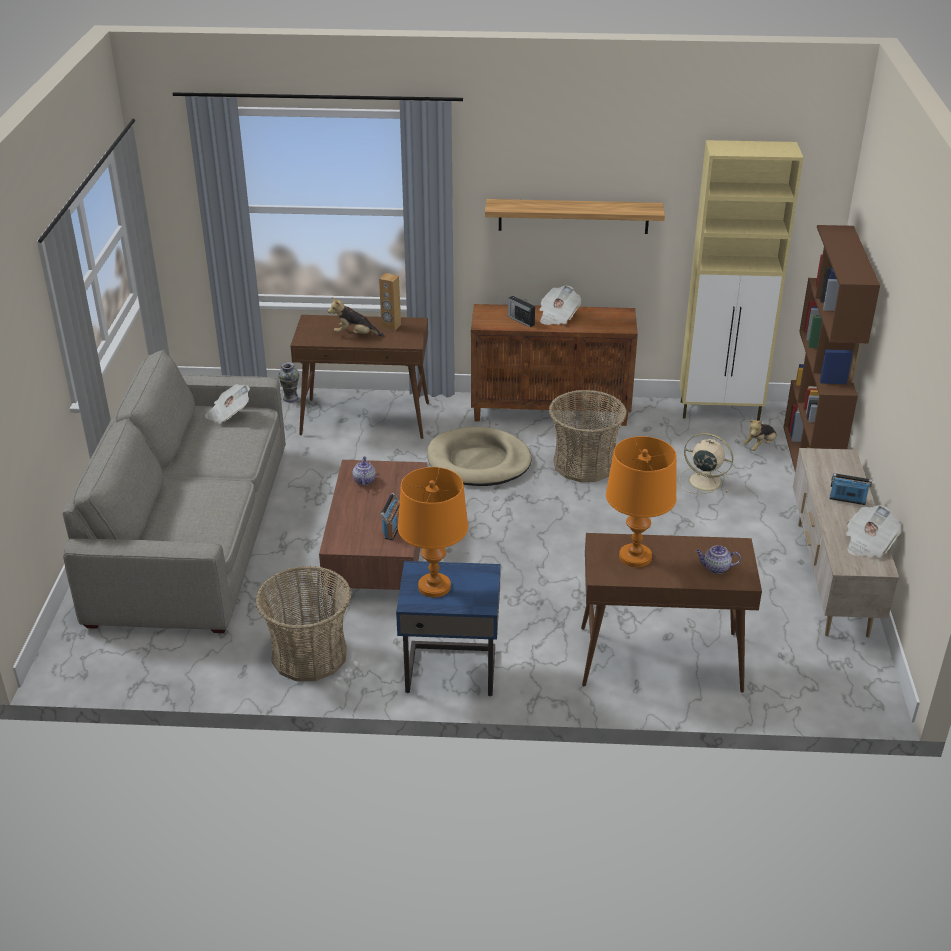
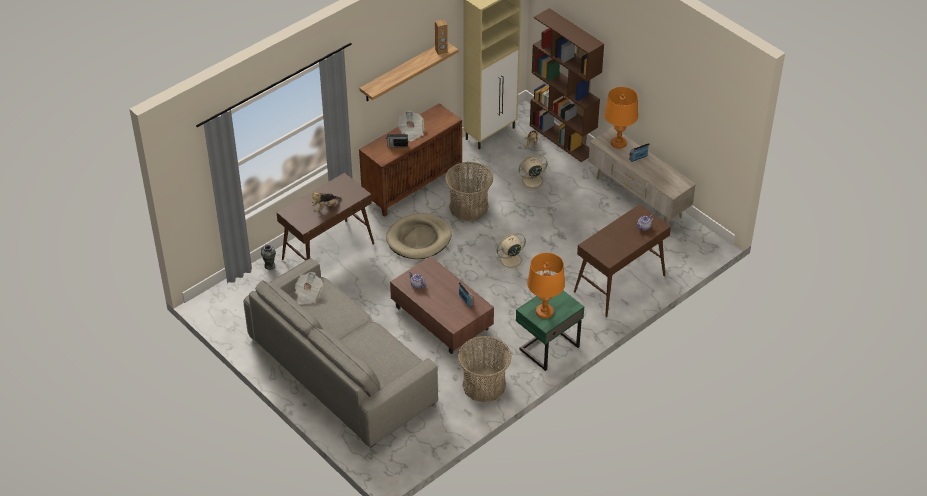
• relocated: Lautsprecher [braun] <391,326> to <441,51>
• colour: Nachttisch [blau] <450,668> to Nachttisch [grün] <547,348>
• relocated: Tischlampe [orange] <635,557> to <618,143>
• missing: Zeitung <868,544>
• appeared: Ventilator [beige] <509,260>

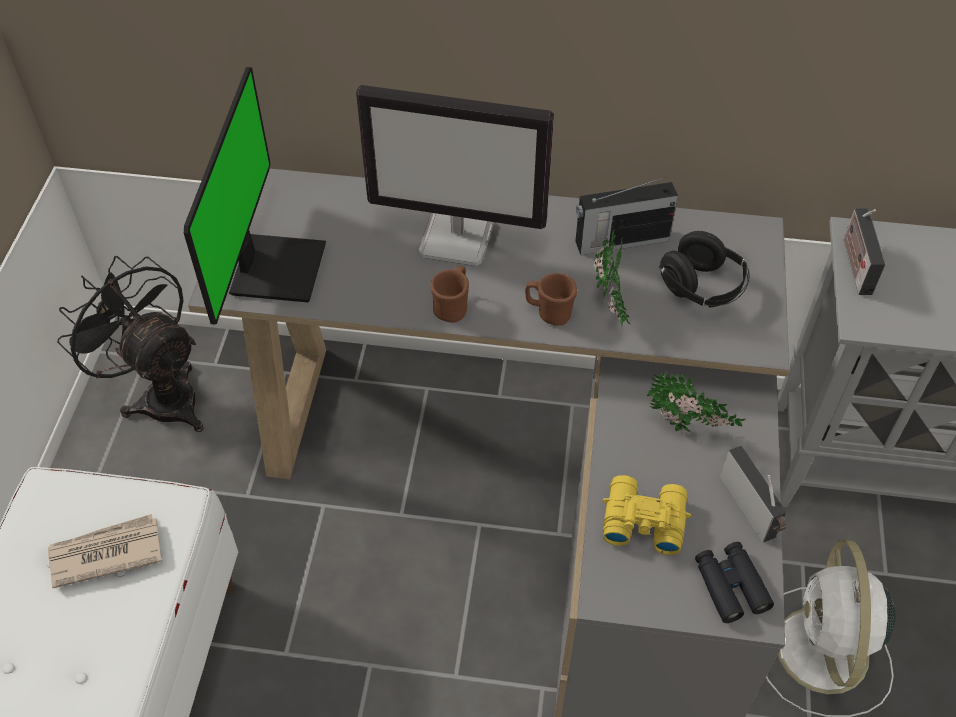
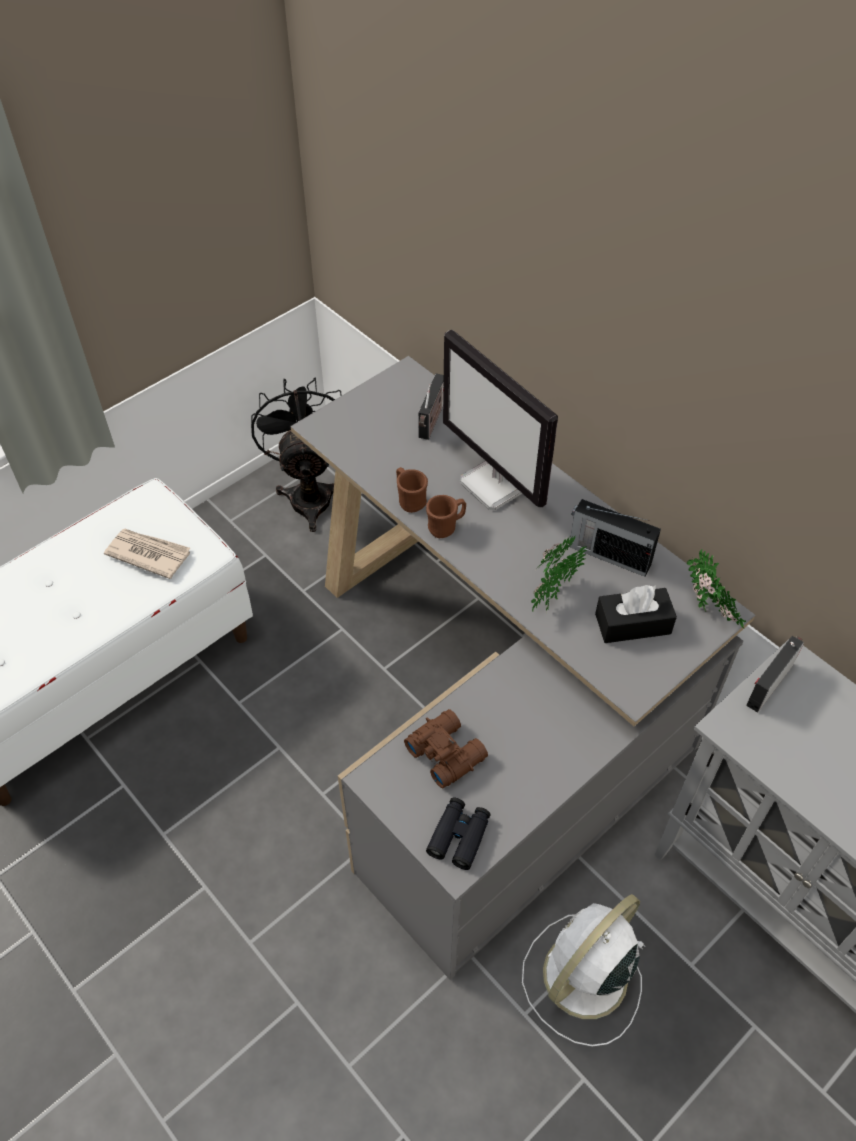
• missing: Monitor <273,268>
• relocated: Henkelbecher [braun] <549,313> to <409,500>
• colour: Fernglas [gelb] <642,519> to Fernglas [braun] <446,751>
• relocated: Topfpflanze <688,429> to <708,612>
• exchanged: Kopfhörer [schwarz] <702,288> to Taschentuchbox [schwarz] <633,624>
• relocated: Radio <750,509> to <432,421>

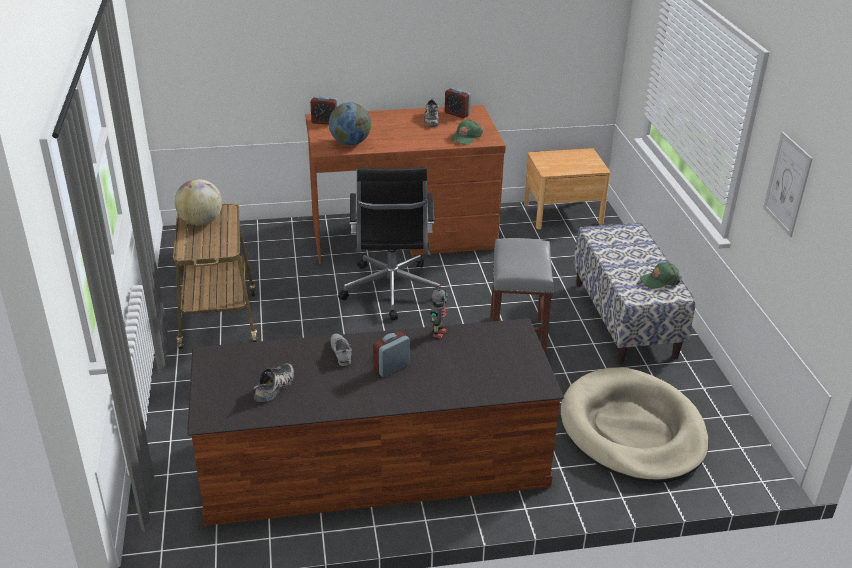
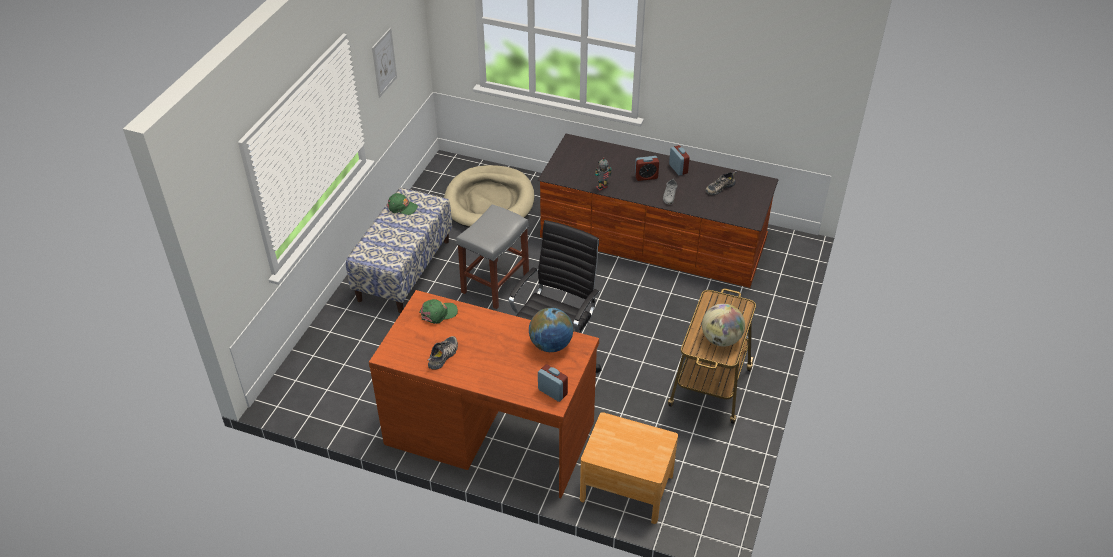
• relocated: Wecker <457,114> to <678,169>
• relocated: Nachttisch [braun] <562,213> to <626,487>

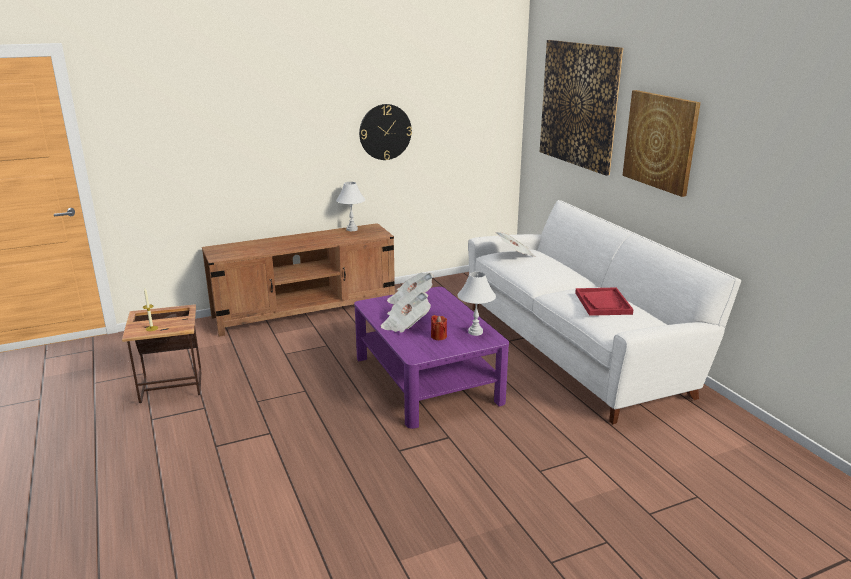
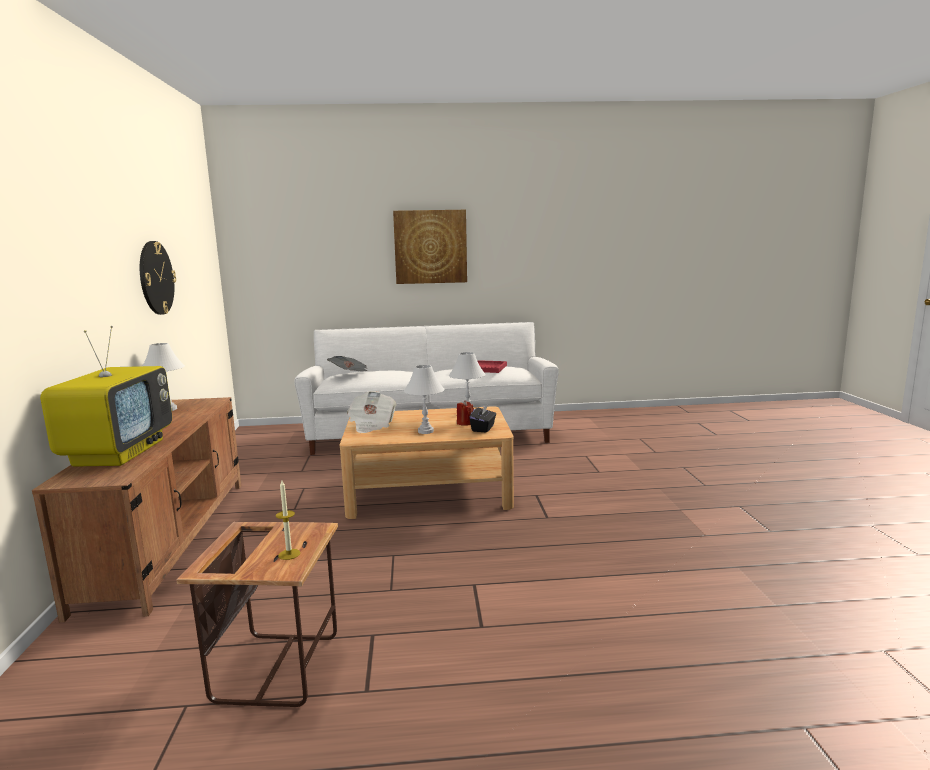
• colour: Couchtisch [lila] <427,379> to Couchtisch [beige] <429,490>
• exchanged: Zeitung <405,324> to Tischlampe [weiß] <425,431>
• missing: Bild <579,105>
• appeared: Fernseher <119,452>
• appeared: Taschentuchbox [schwarz] <483,428>

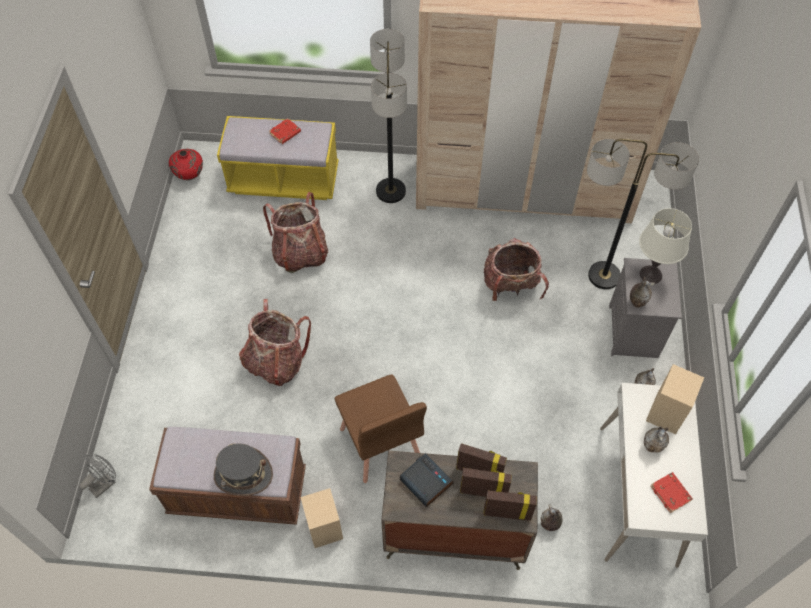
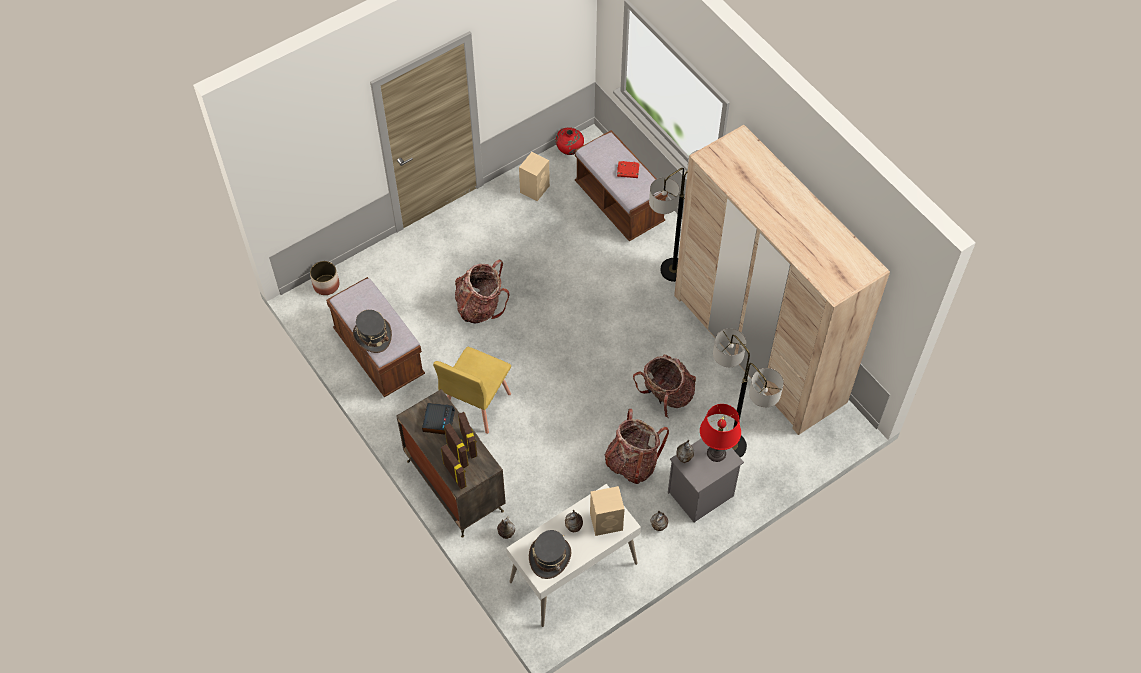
• exchanged: Ventilator [grau] <105,483> to Pflanzkübel <326,285>
• colour: Bank [gelb] <284,180> to Bank [braun] <619,204>
• relocated: Rucksack <300,253> to <632,462>
• relocated: Lautsprecher [beige] <324,527> to <535,188>
• colour: Stuhl [braun] <380,444> to Stuhl [gelb] <476,404>
• colour: Tischlampe [weiß] <650,274> to Tischlampe [rot] <716,453>
• exchanged: Buch [rot] <671,493> to Hut [grau] <550,557>

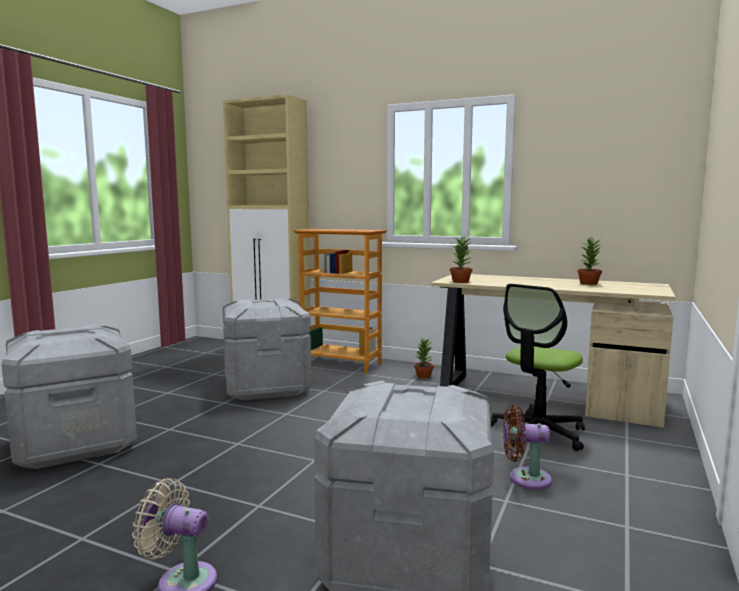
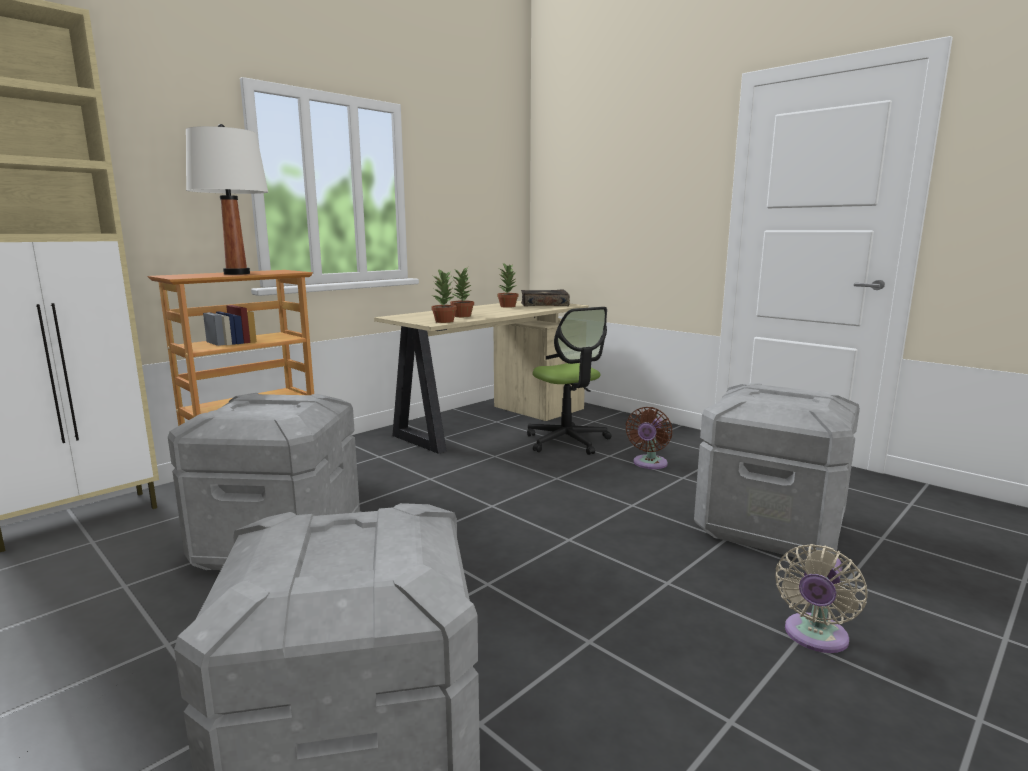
• relocated: Topfpflanze <423,376> to <463,316>
• appeared: Tischlampe [weiß] <237,273>
• appeared: Buch <544,305>

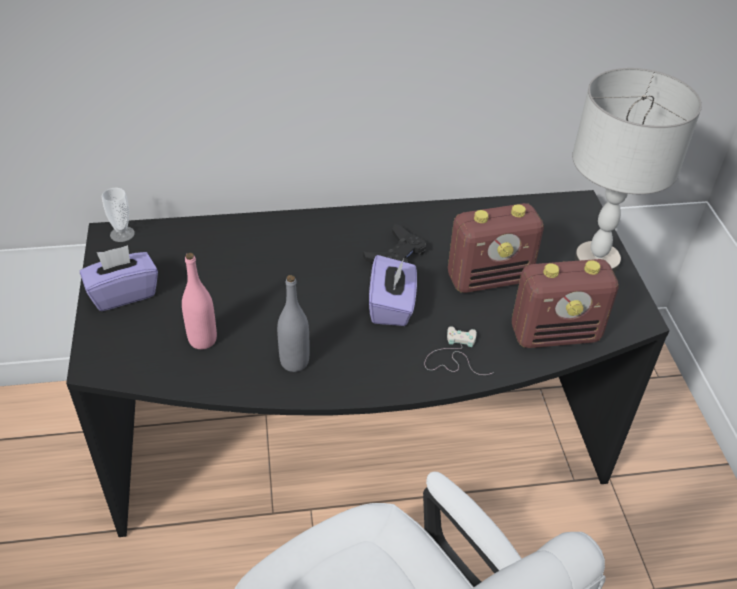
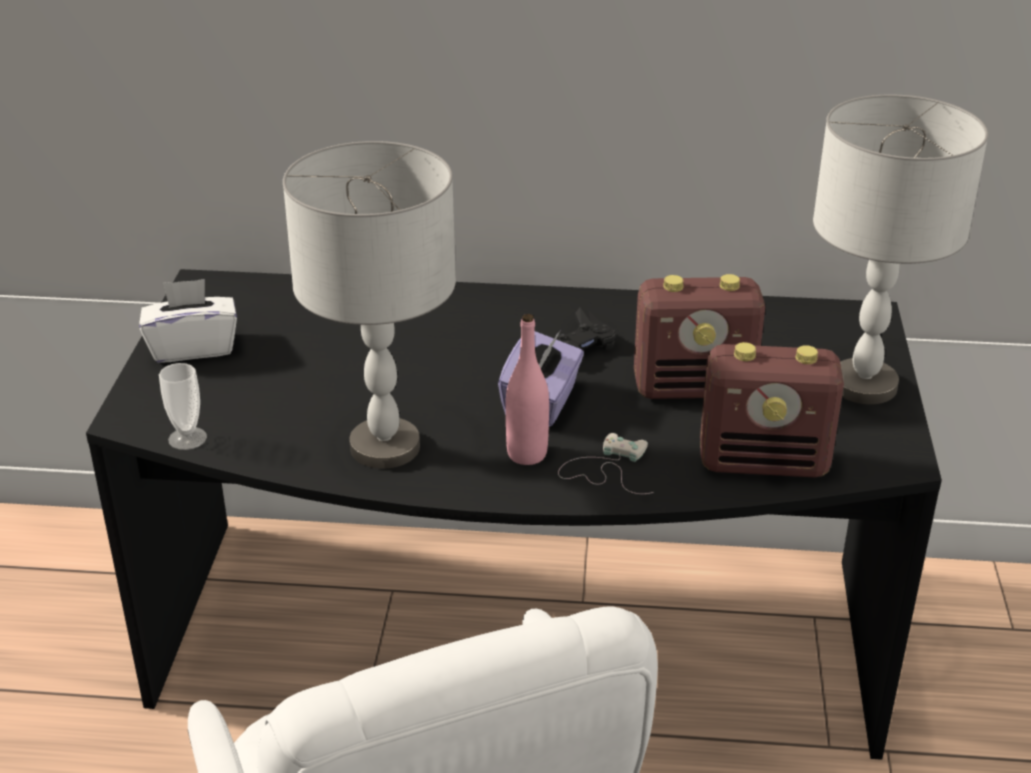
• colour: Taschentuchbox [lila] <123,293> to Taschentuchbox [weiß] <193,347>
• relocated: Tasse <122,234> to <187,438>
• relocated: Flasche [rosa] <202,340> to <527,454>
• exchanged: Flasche [grau] <294,362> to Tischlampe [grau] <383,447>

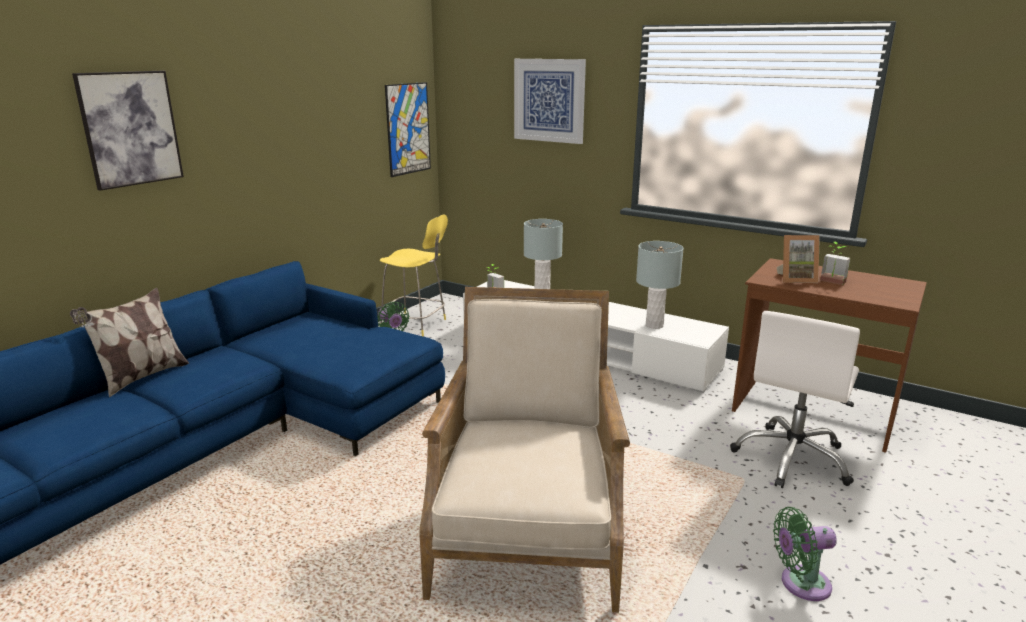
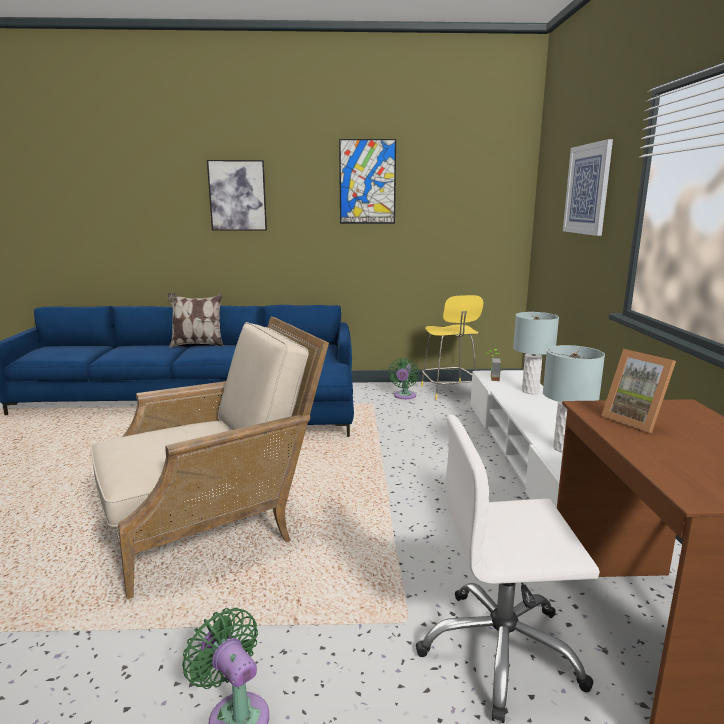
• relocated: Bild <408,129> to <367,182>
• missing: Topfpflanze <831,282>

